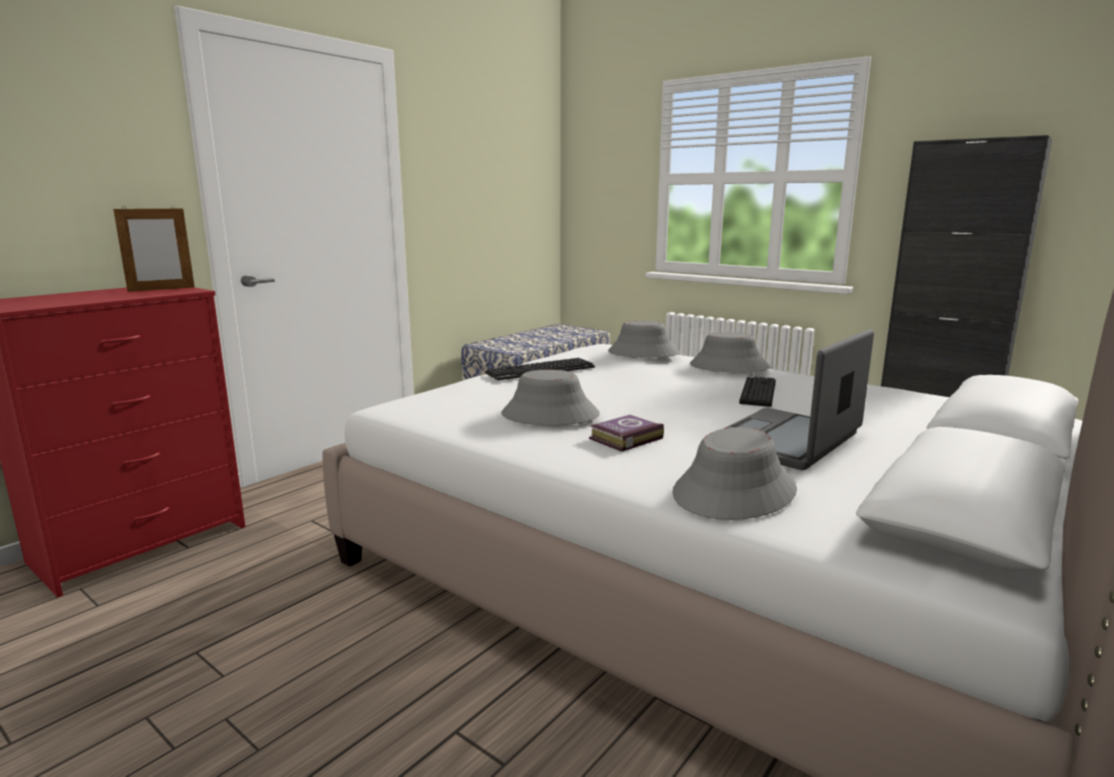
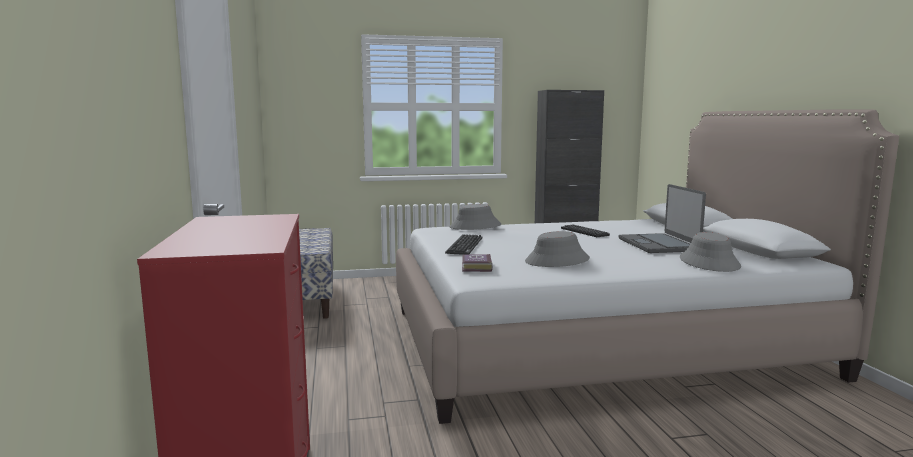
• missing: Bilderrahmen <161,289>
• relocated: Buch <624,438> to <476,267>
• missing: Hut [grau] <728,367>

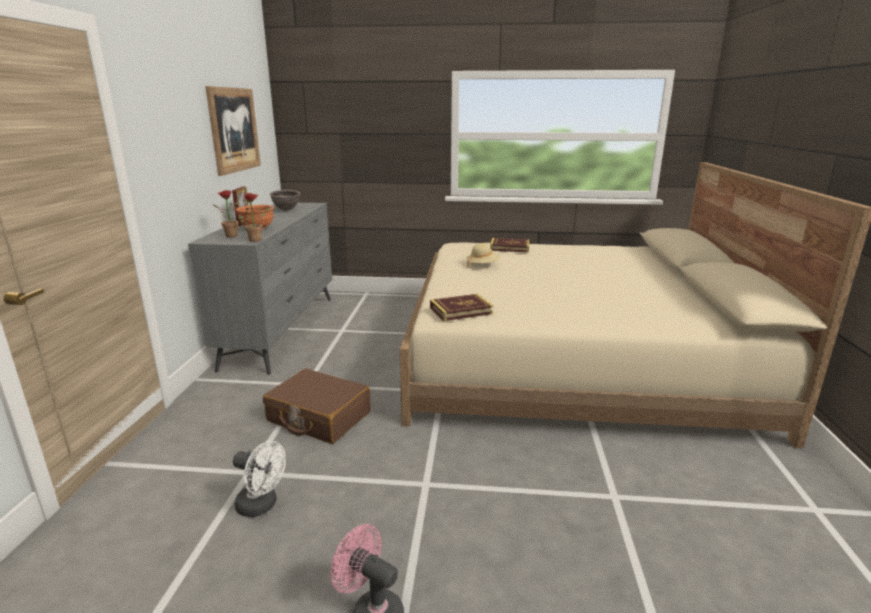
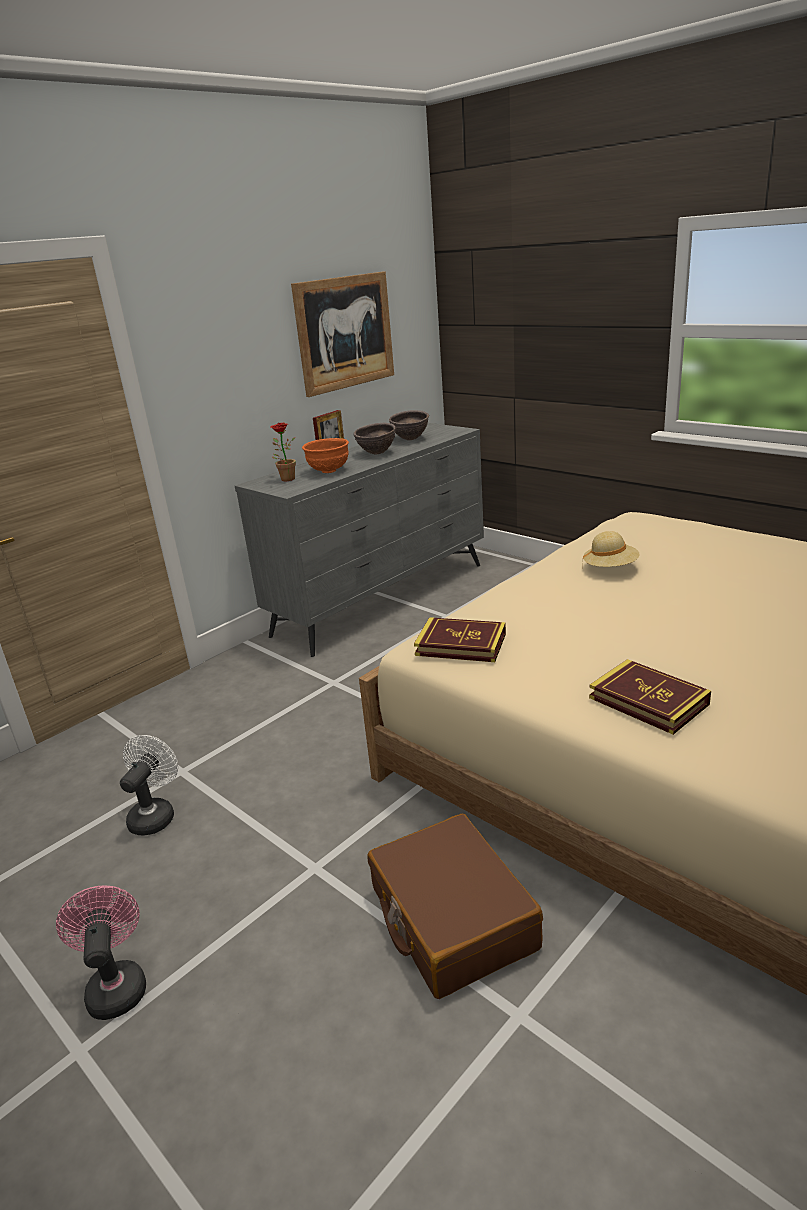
• spun: Ventilator [weiß] <262,506> = <155,815> 135 degrees counterclockwise
• missing: Topfpflanze <257,239>
• relocated: Koffer [braun] <318,417> to <451,918>
• relocated: Buch <509,248> to <648,701>
• appeared: Schüssel [braun] <376,453>

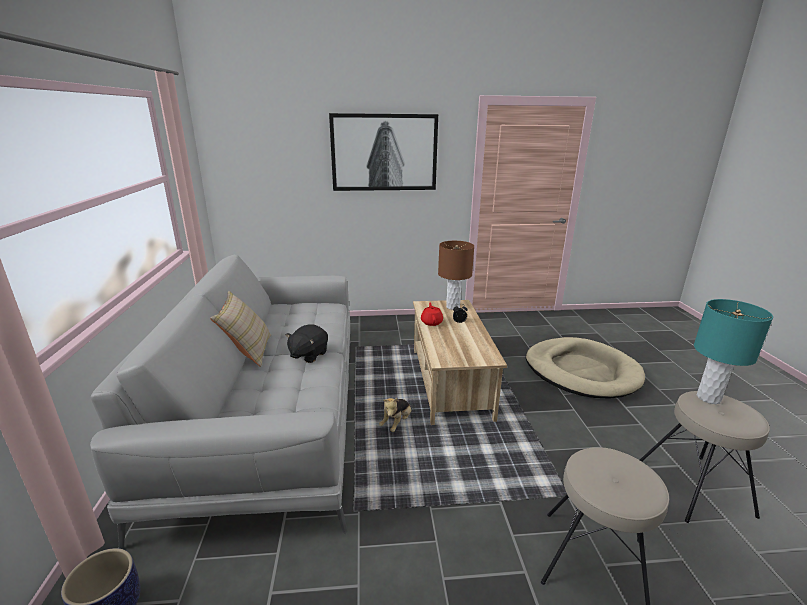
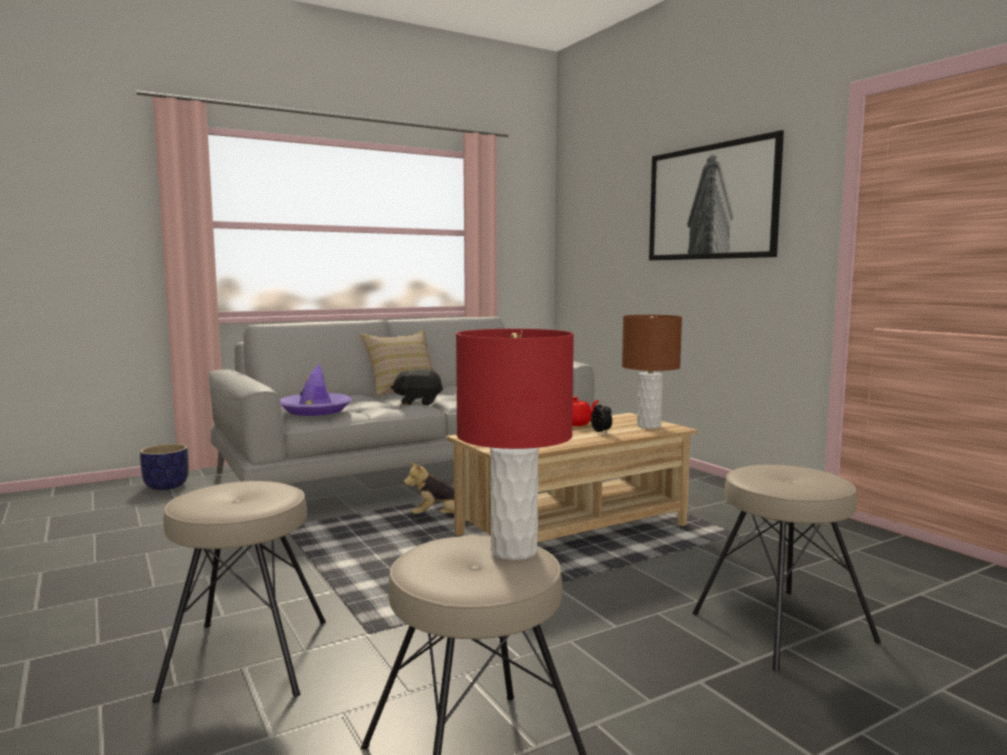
• exchanged: Hundebett [beige] <581,371> to Hocker [beige] <781,626>
• colour: Tischlampe [türkis] <708,398> to Tischlampe [rot] <513,551>
• appeared: Hut [lila] <315,410>

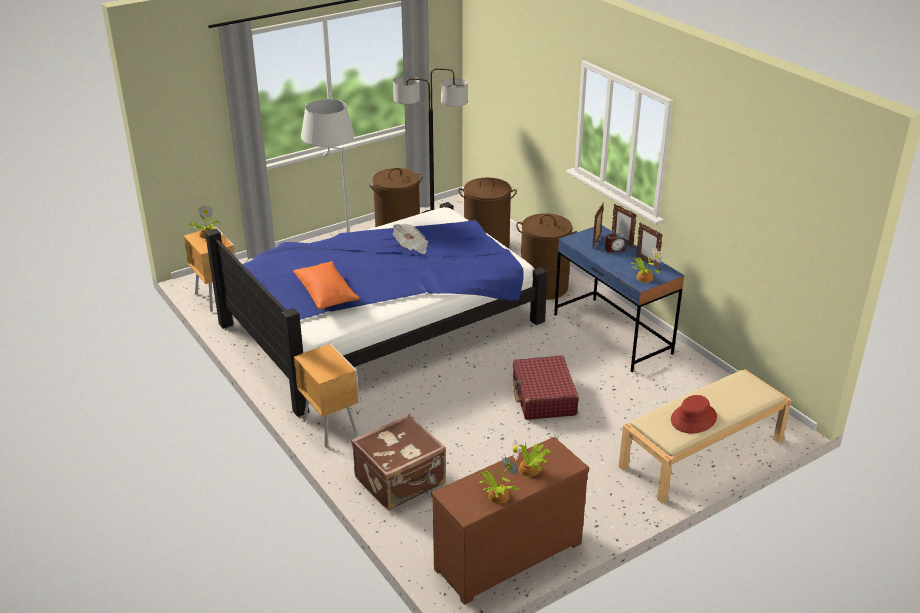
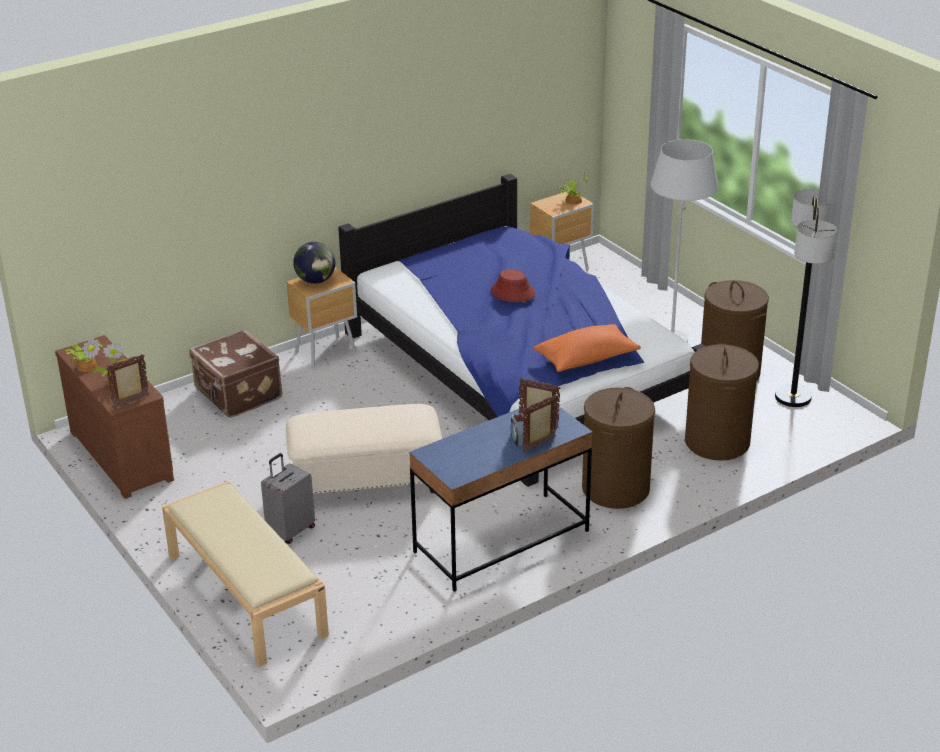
• relocated: Kissen [orange] <326,294> to <586,359>
• missing: Zeitung <411,247>
• exchanged: Koffer [rot] <544,397> to Polsterhocker [beige] <366,482>
• missing: Topfpflanze <643,277>
• relocated: Bilderrahmen <647,262> to <131,402>
• relocated: Hut [rot] <693,419> to <512,292>
• appeared: Koffer [grau] <290,531>
• appeared: Globus <316,281>

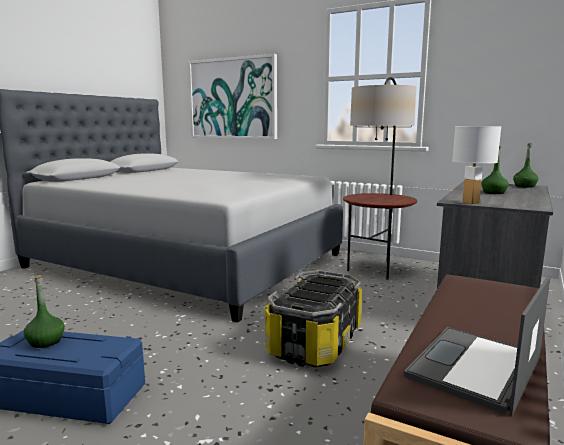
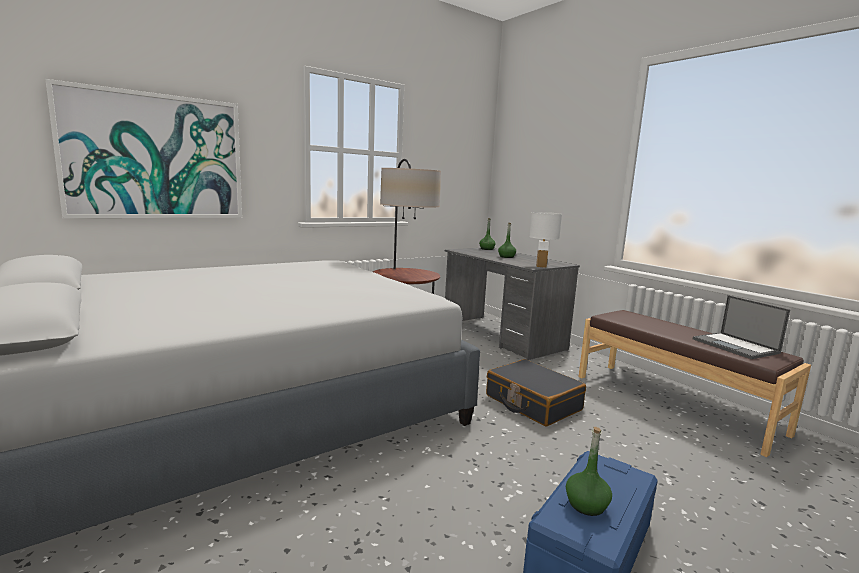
• exchanged: Aufbewahrungsbox <315,342> to Koffer [schwarz] <532,403>

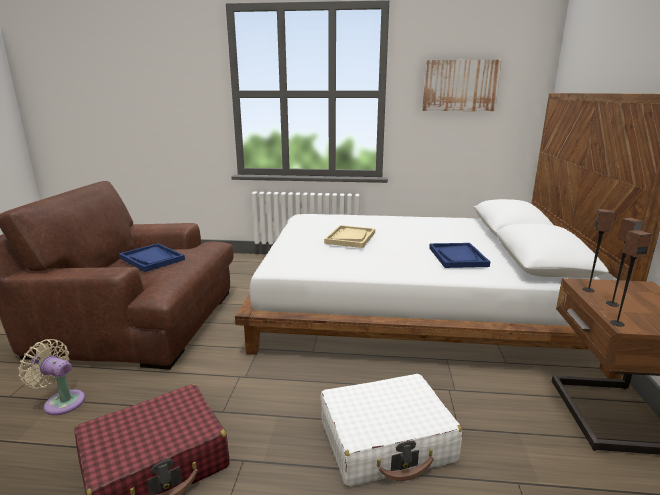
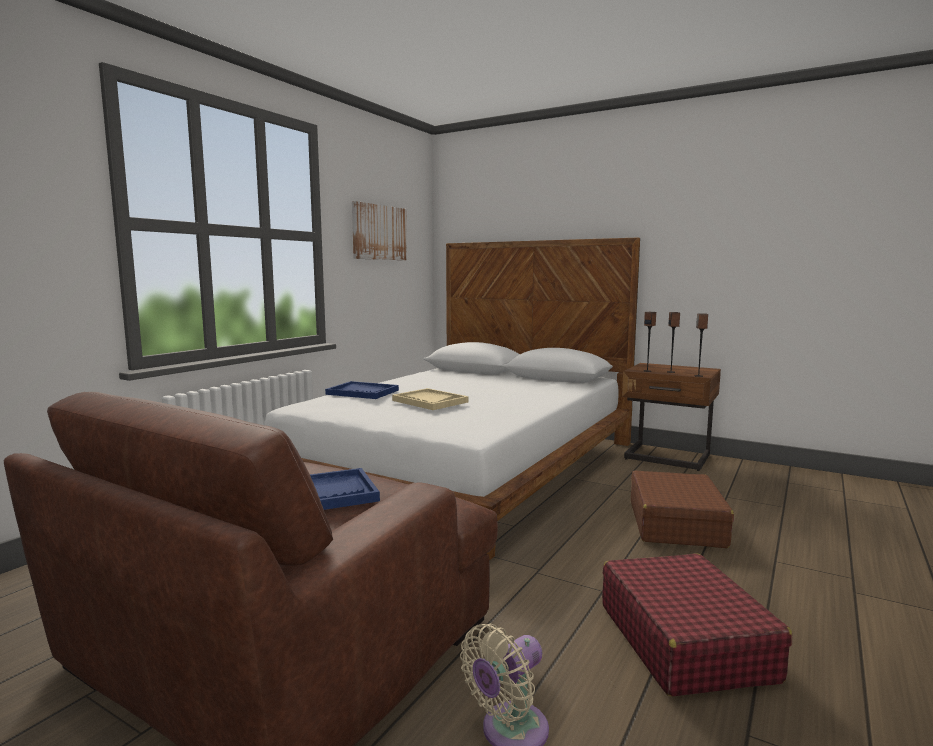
• colour: Koffer [weiß] <386,442> to Koffer [braun] <676,524>
• relocated: Tablett [blau] <458,257> to <363,392>

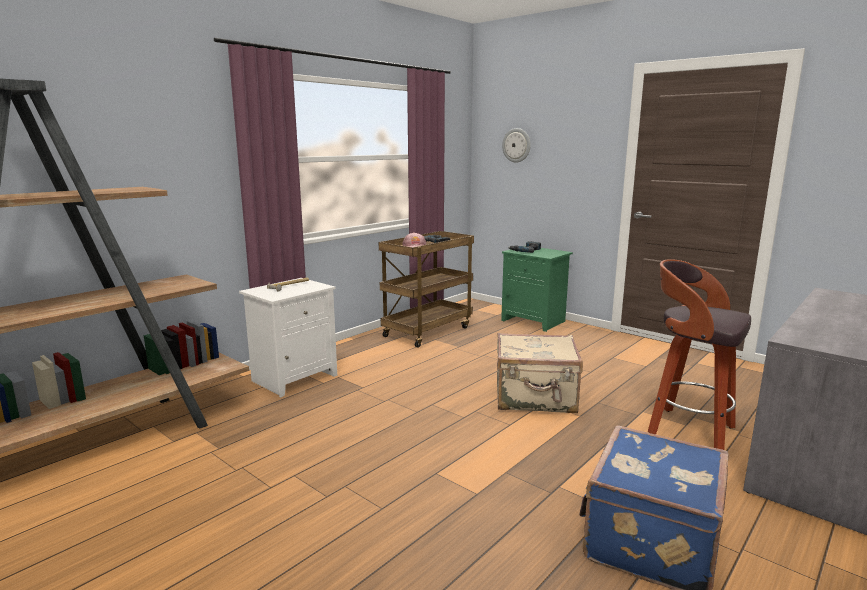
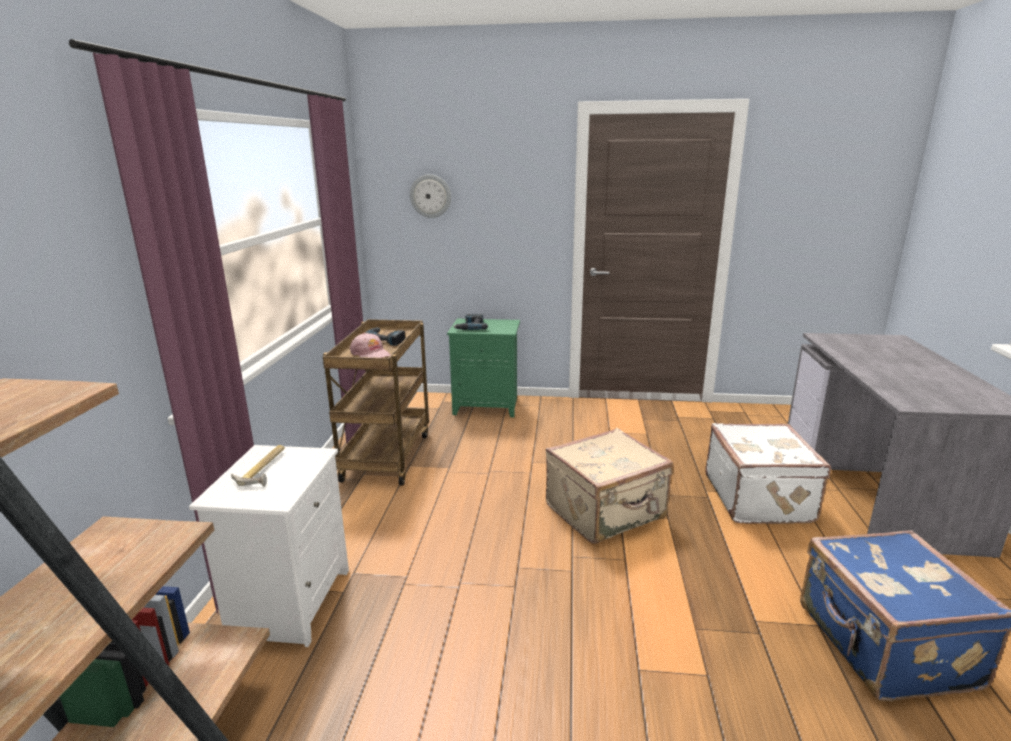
• exchanged: Hocker <688,430> to Koffer [weiß] <759,498>

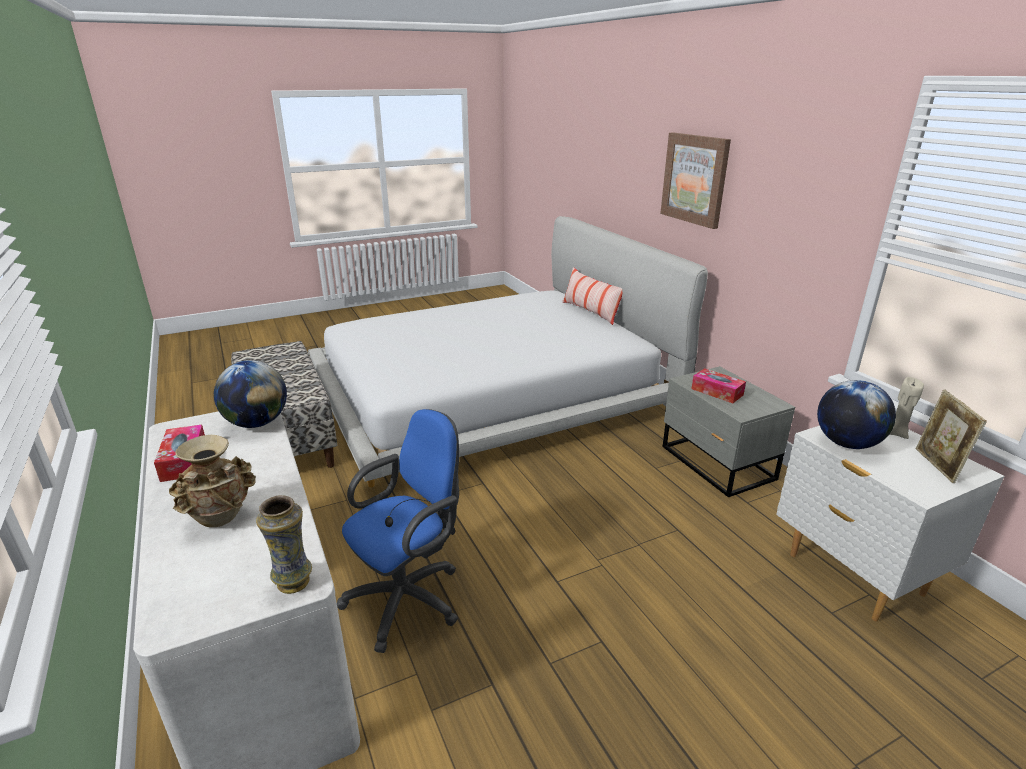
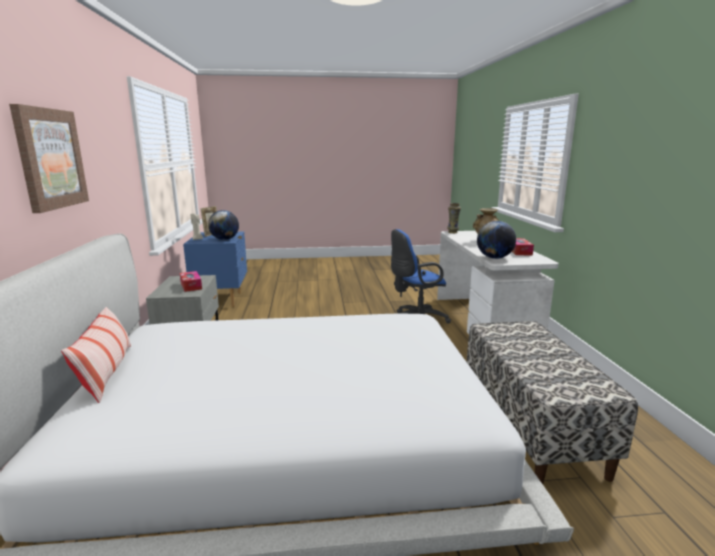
• colour: Nachttisch [weiß] <854,575> to Nachttisch [blau] <221,300>

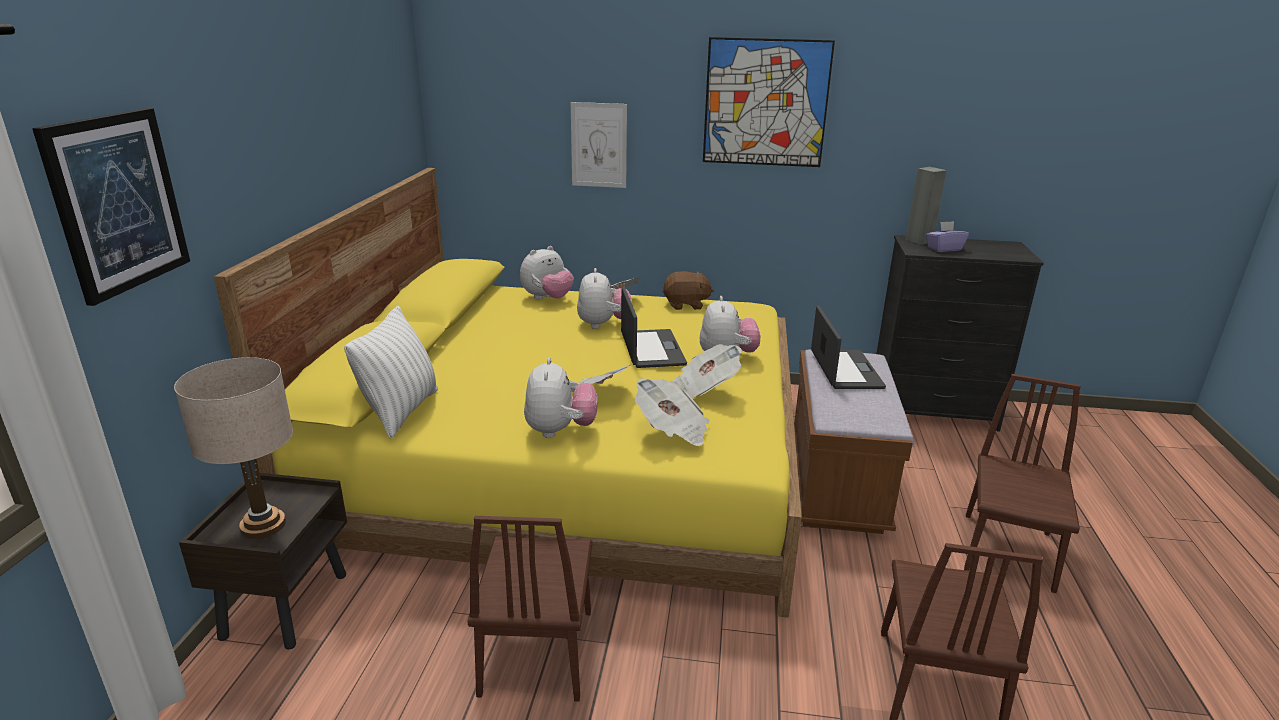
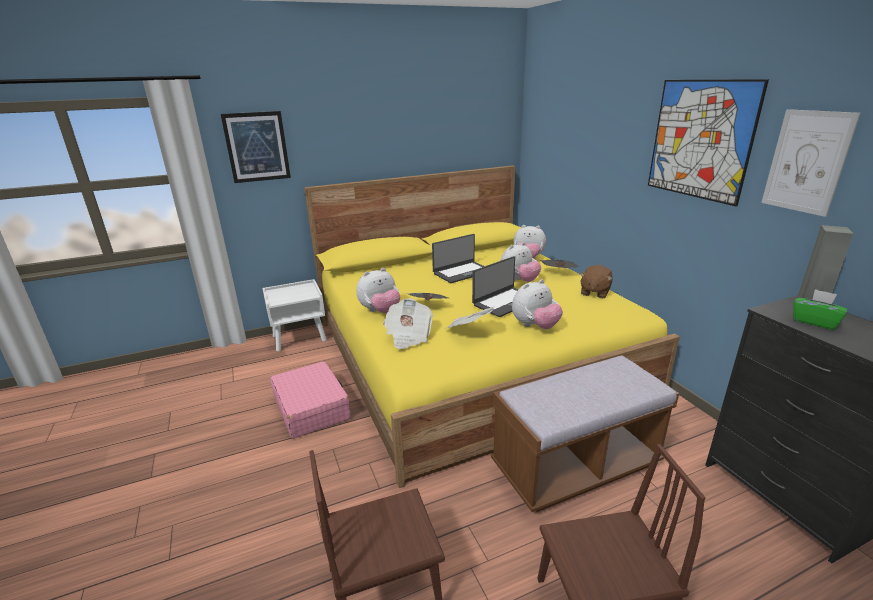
• missing: Tischlampe [beige] <263,525>
• colour: Nachttisch [braun] <286,604> to Nachttisch [weiß] <300,338>
• missing: Kissen [weiß] <401,411>
• exchanged: Stuhl [braun] <537,651> to Koffer [rosa] <311,408>
• relocated: Bild <599,145> to <806,162>
• spun: Plüschtier [braun] <686,305> = <594,292> 60 degrees clockwise
• relocated: Laptop <844,370> to <462,272>
• colour: Taschentuchbox [lila] <944,249> to Taschentuchbox [grün] <814,321>

